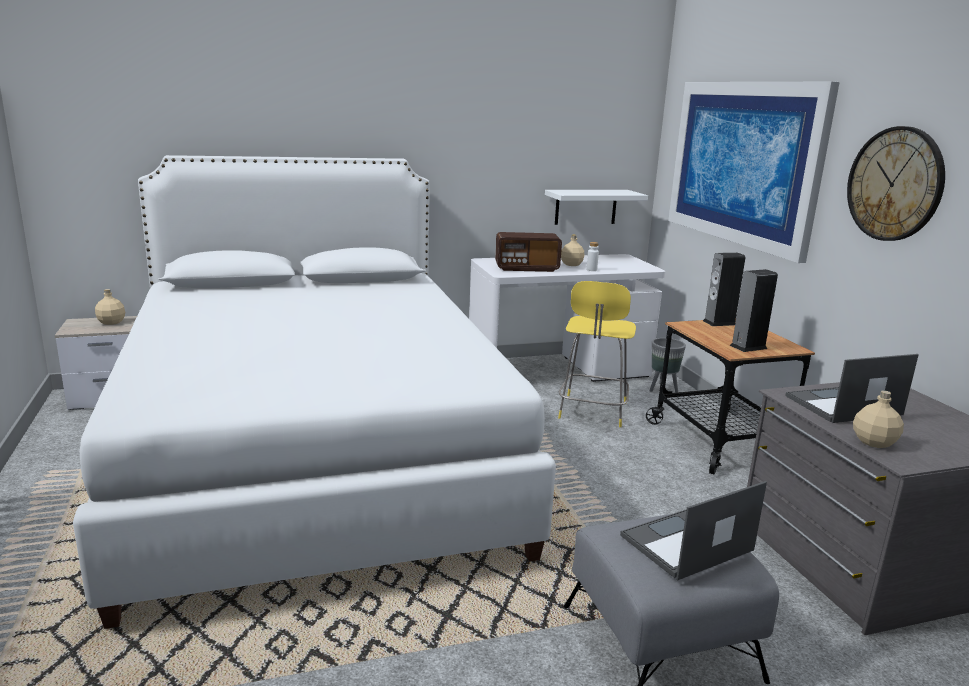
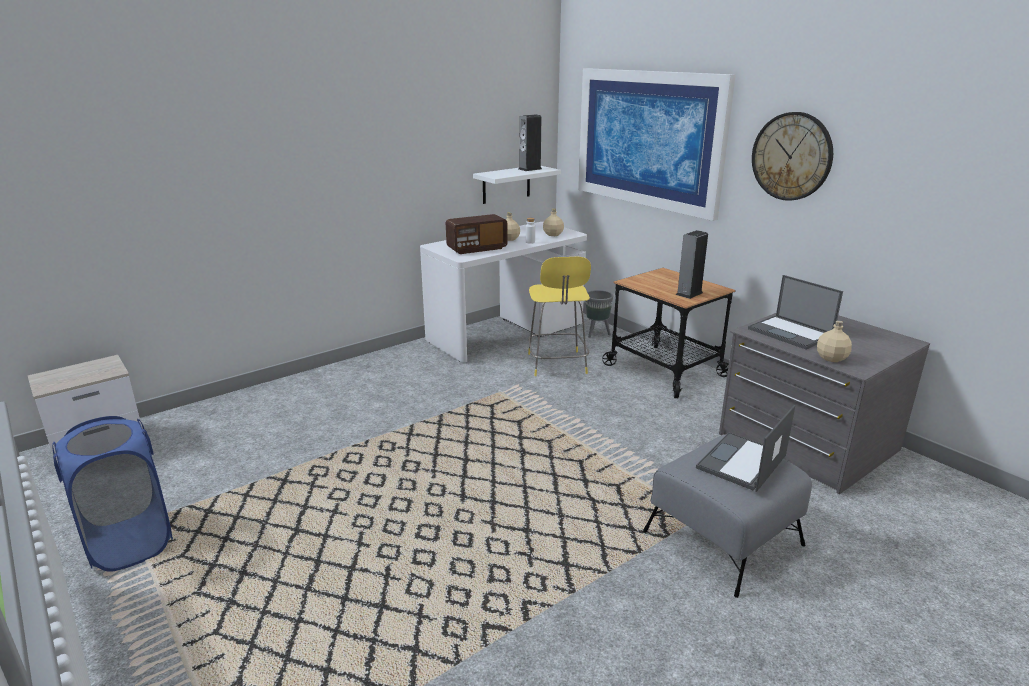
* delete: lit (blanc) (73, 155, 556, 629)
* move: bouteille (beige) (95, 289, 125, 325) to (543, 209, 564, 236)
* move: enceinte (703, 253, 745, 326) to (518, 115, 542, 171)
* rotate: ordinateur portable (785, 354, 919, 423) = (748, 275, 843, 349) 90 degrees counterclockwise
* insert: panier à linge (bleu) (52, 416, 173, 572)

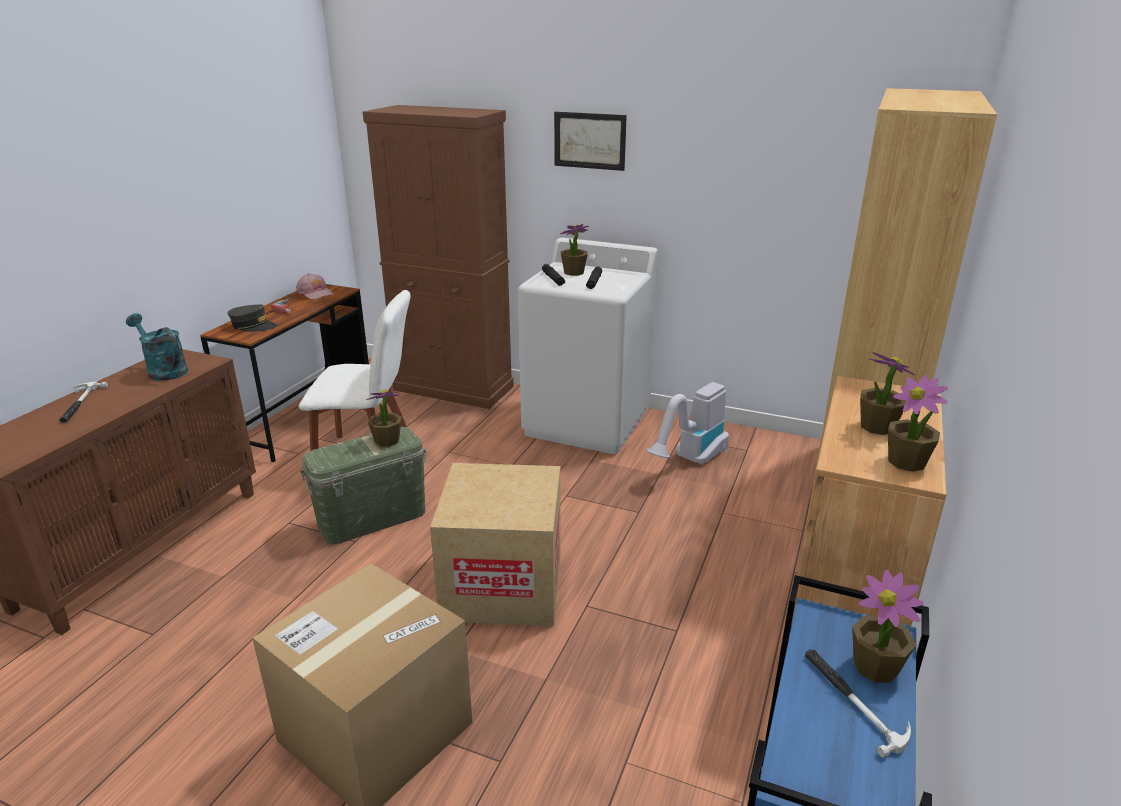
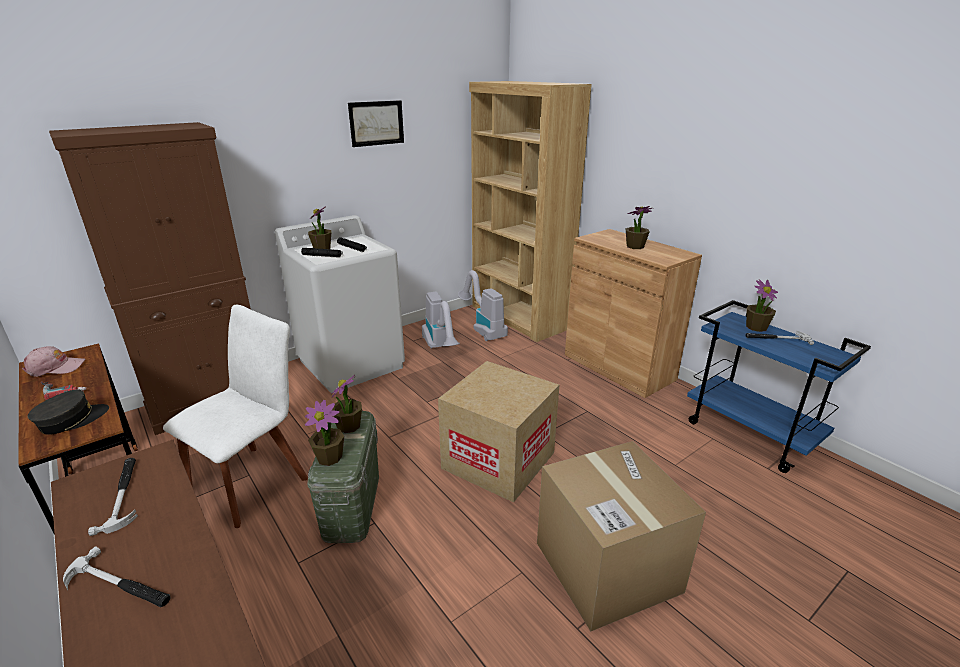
* replace: arrosoir (turquoise) (126, 313, 188, 381) to marteau (88, 458, 138, 536)
* move: tableau (554, 112, 627, 171) to (348, 100, 404, 147)
* move: plante en pot (888, 375, 948, 472) to (305, 400, 344, 466)
* insert: aspirateur (458, 270, 508, 341)

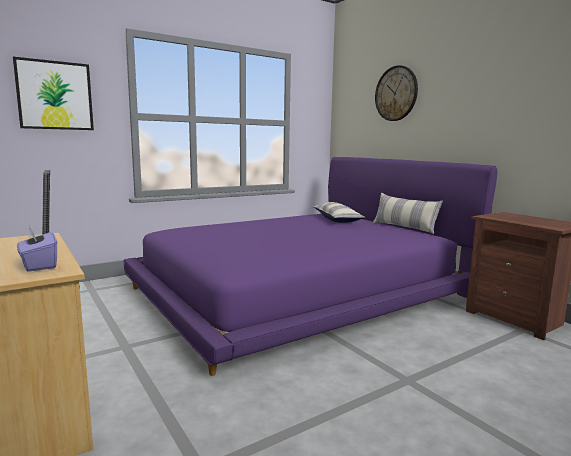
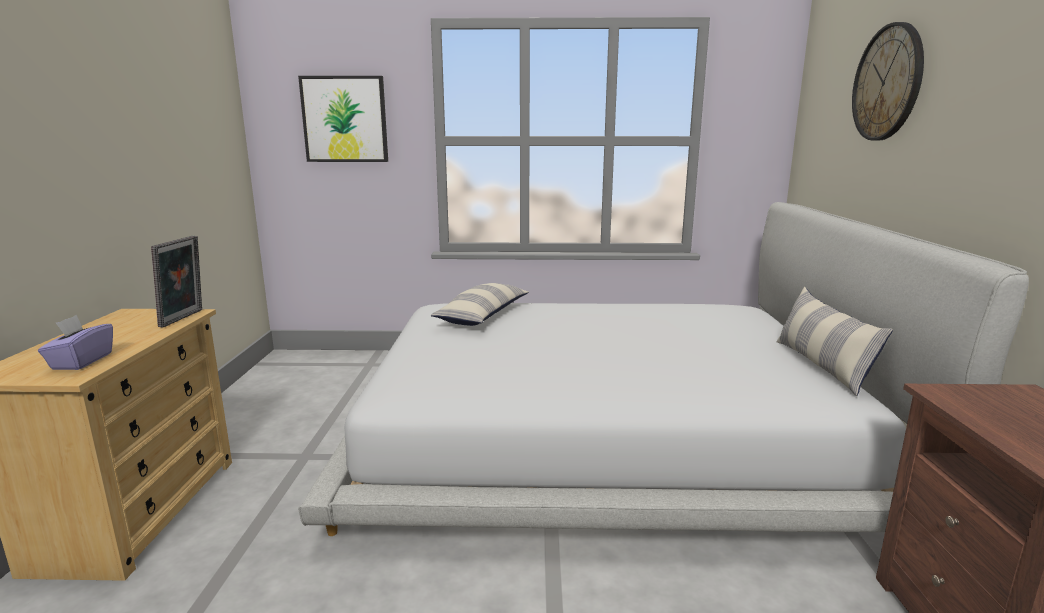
* recolor: lit (violet) (123, 157, 498, 376) to lit (blanc) (298, 202, 1029, 536)
* move: coussin (314, 202, 365, 223) to (431, 283, 529, 326)

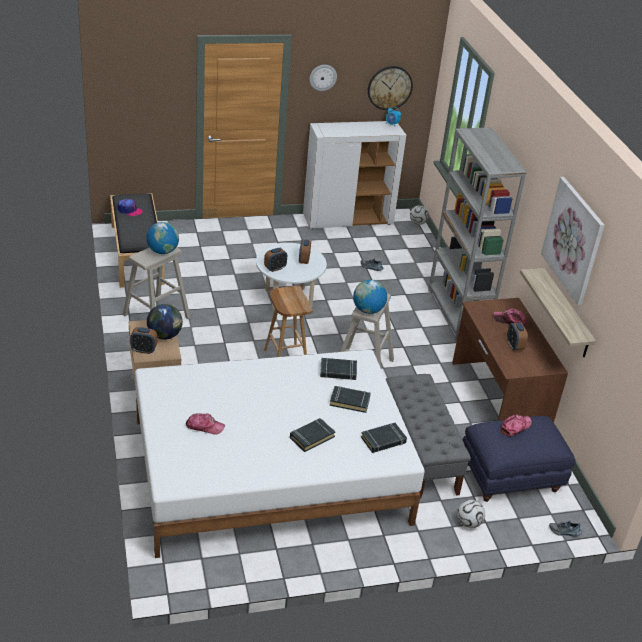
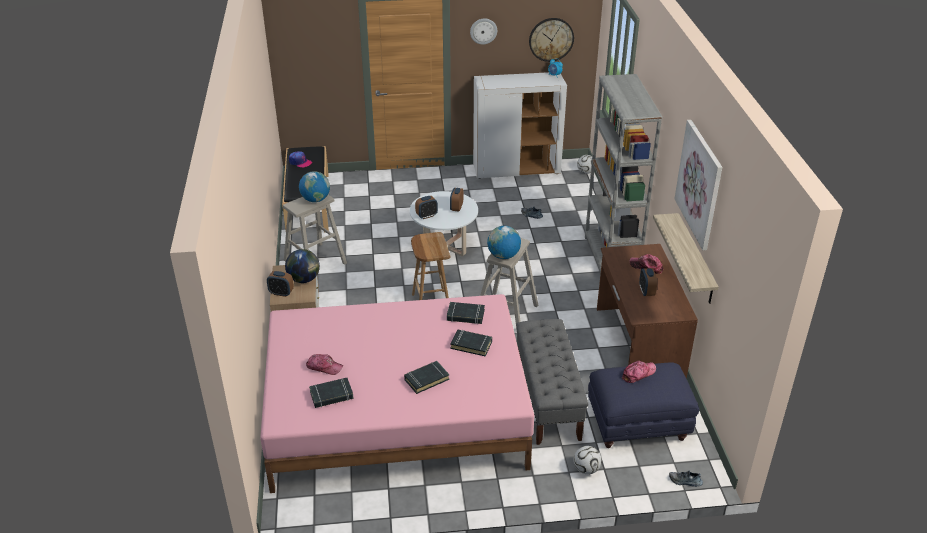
* recolor: lit (blanc) (135, 349, 425, 558) to lit (rose) (260, 294, 534, 493)
* move: livre (noir) (361, 423, 407, 453) to (309, 378, 354, 408)

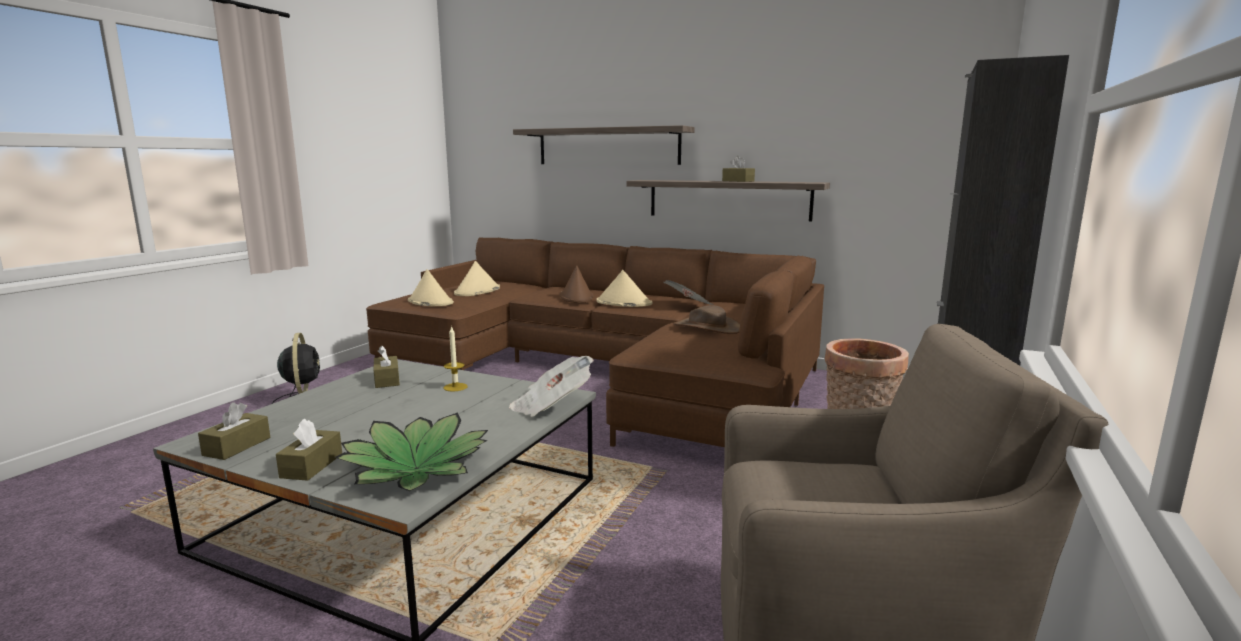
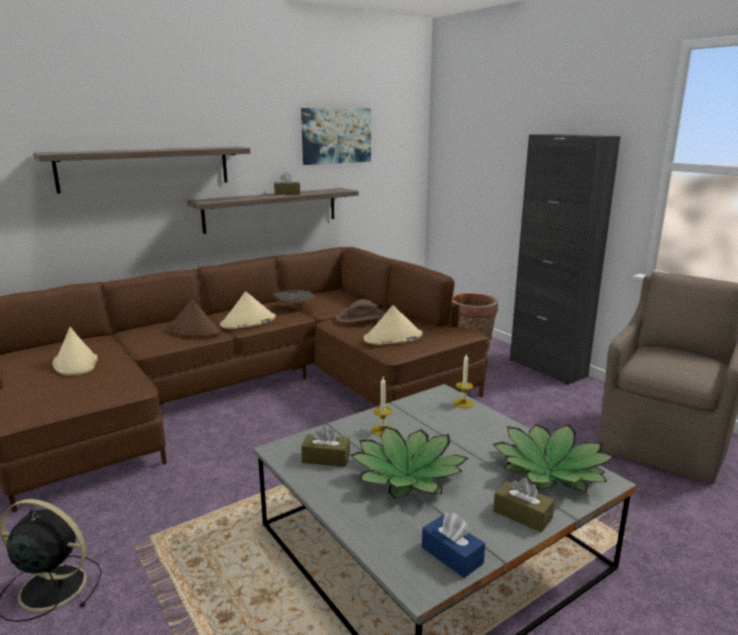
* recolor: boîte à mouchoirs (marron) (198, 403, 270, 460) to boîte à mouchoirs (bleu) (422, 513, 485, 578)
* move: chapeau (beige) (408, 269, 454, 306) to (364, 305, 423, 345)
* replace: journal (509, 356, 594, 417) to bougie (453, 353, 474, 408)
* insert: tableau (301, 108, 371, 165)
* insert: plante en pot (350, 426, 468, 499)

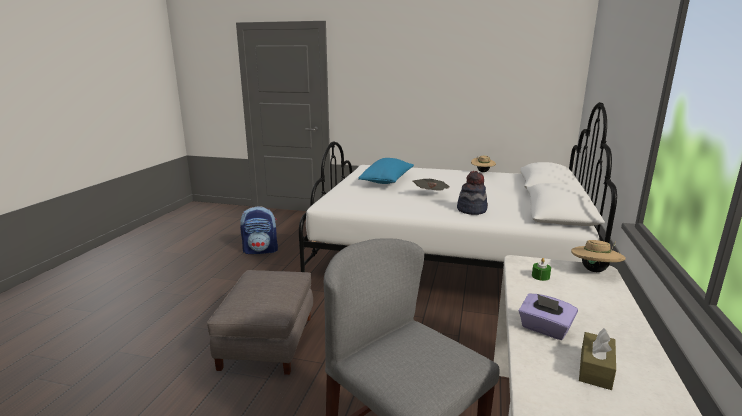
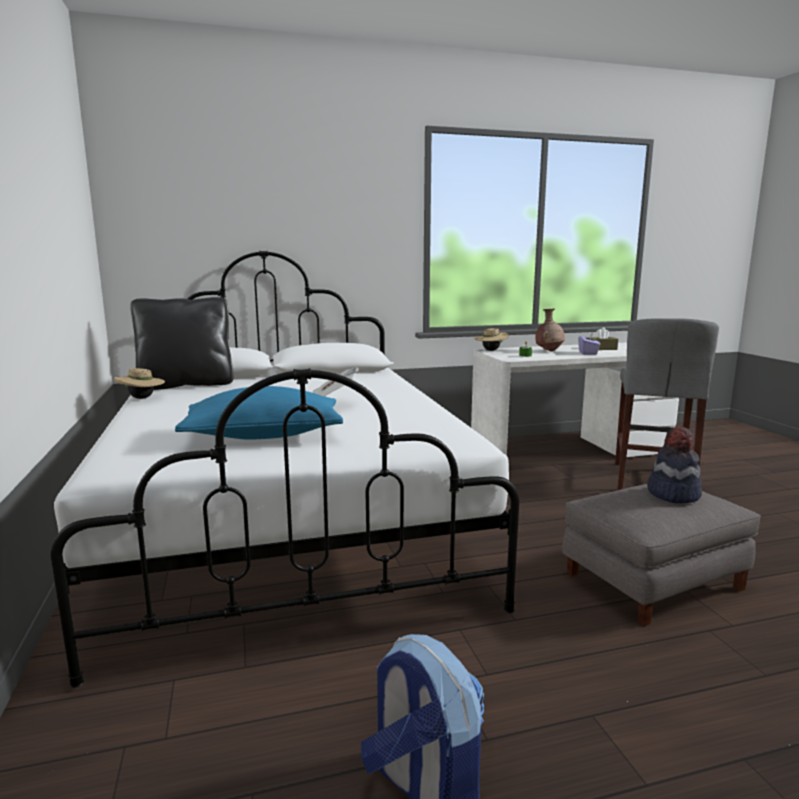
* move: chapeau (457, 171, 488, 215) to (647, 426, 702, 504)
* insert: coussin (noir) (130, 297, 234, 390)
* insert: vase (marron) (535, 309, 565, 351)

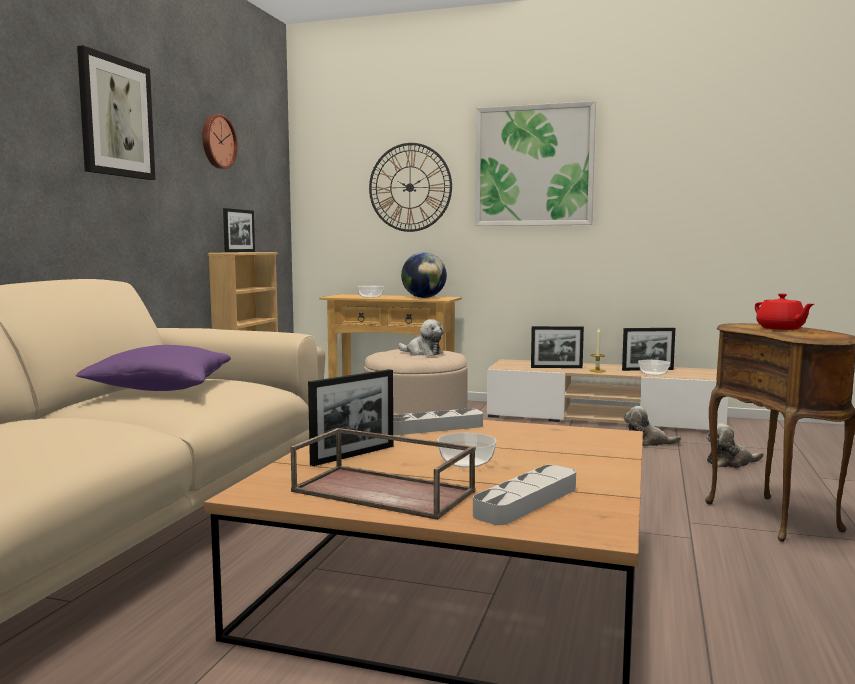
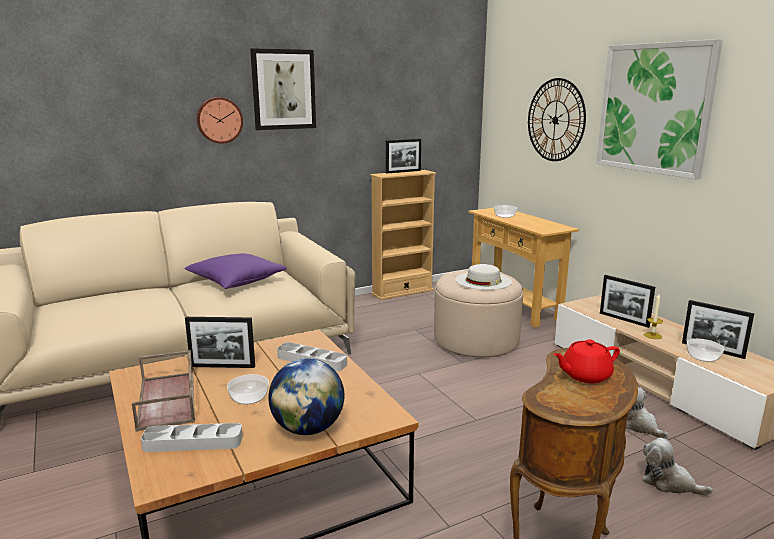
* move: horloge murale (202, 114, 238, 169) to (196, 97, 243, 144)
* replace: peluche (398, 319, 444, 356) to chapeau (blanc) (455, 264, 512, 290)
* move: globe (401, 252, 447, 298) to (268, 358, 344, 435)
* rotate: théière (rouge) (755, 293, 814, 330) = (553, 339, 620, 383) 45 degrees clockwise

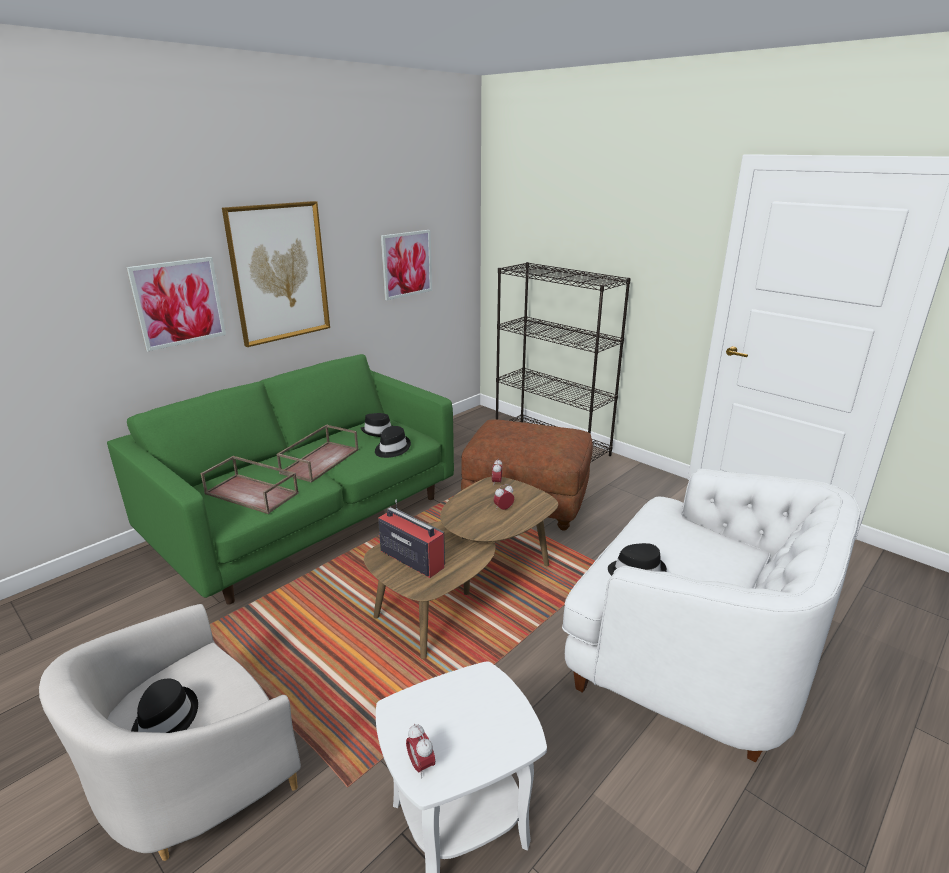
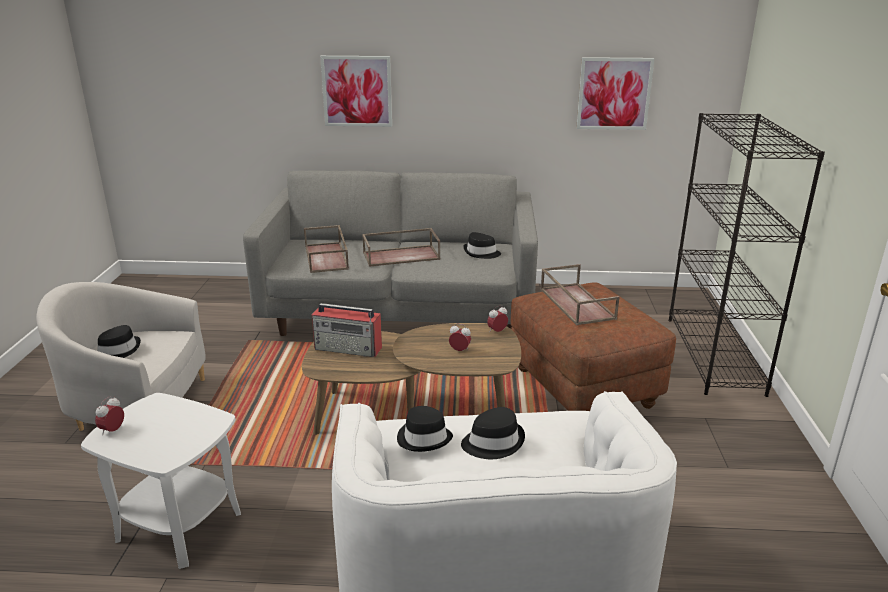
* recolor: canapé (vert) (107, 354, 454, 605) to canapé (gris) (243, 170, 538, 336)
* delete: tableau (222, 201, 330, 347)
* move: chapeau (noir) (375, 426, 411, 458) to (461, 407, 525, 459)
* rotate: radio (378, 500, 445, 578) = (312, 303, 382, 357) 105 degrees clockwise
* insert: plateau (marron) (541, 264, 619, 325)

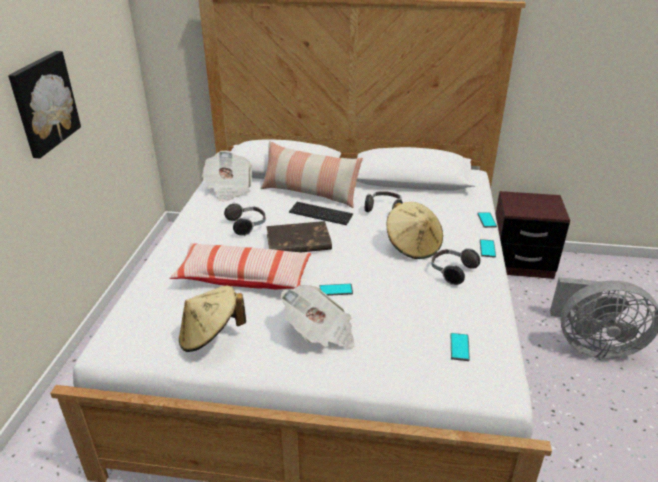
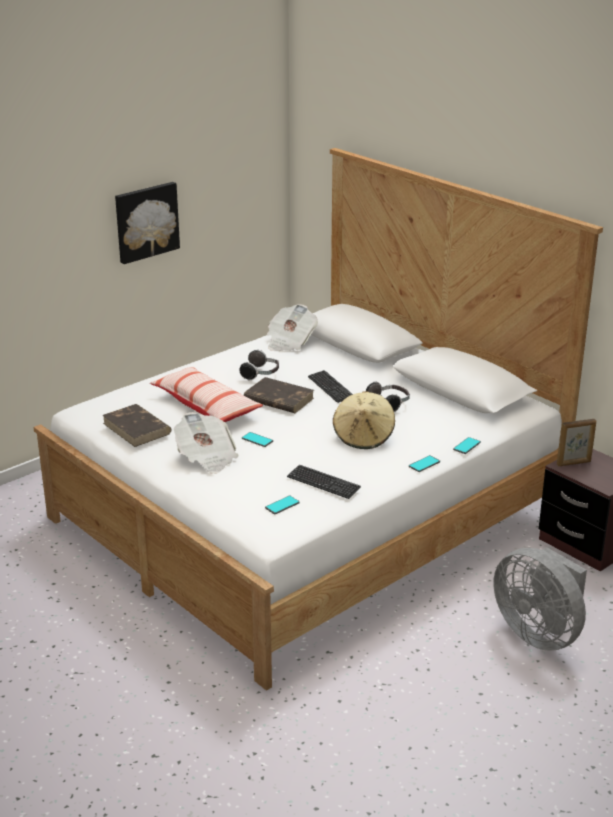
* replace: chapeau (beige) (179, 286, 246, 352) to livre (marron) (102, 404, 172, 447)
* delete: coussin (260, 141, 363, 208)
* delete: casque audio (431, 248, 480, 285)
* insert: clavier (287, 465, 361, 499)
* insert: cadre photo (557, 419, 596, 466)

